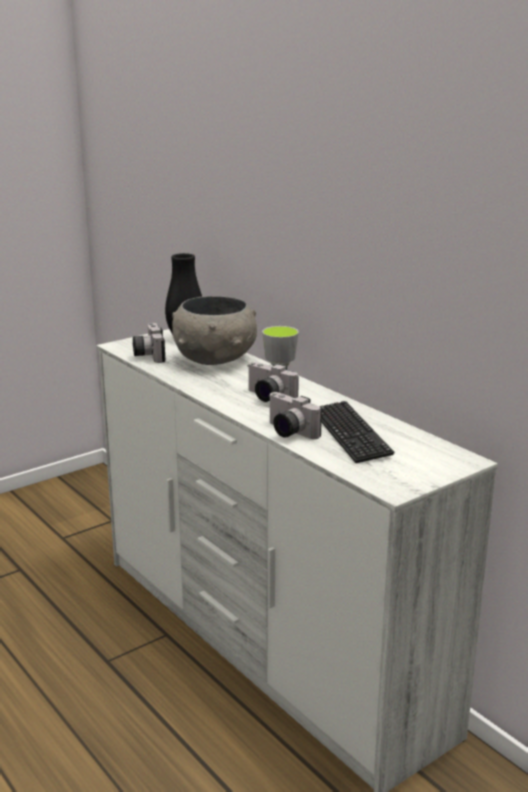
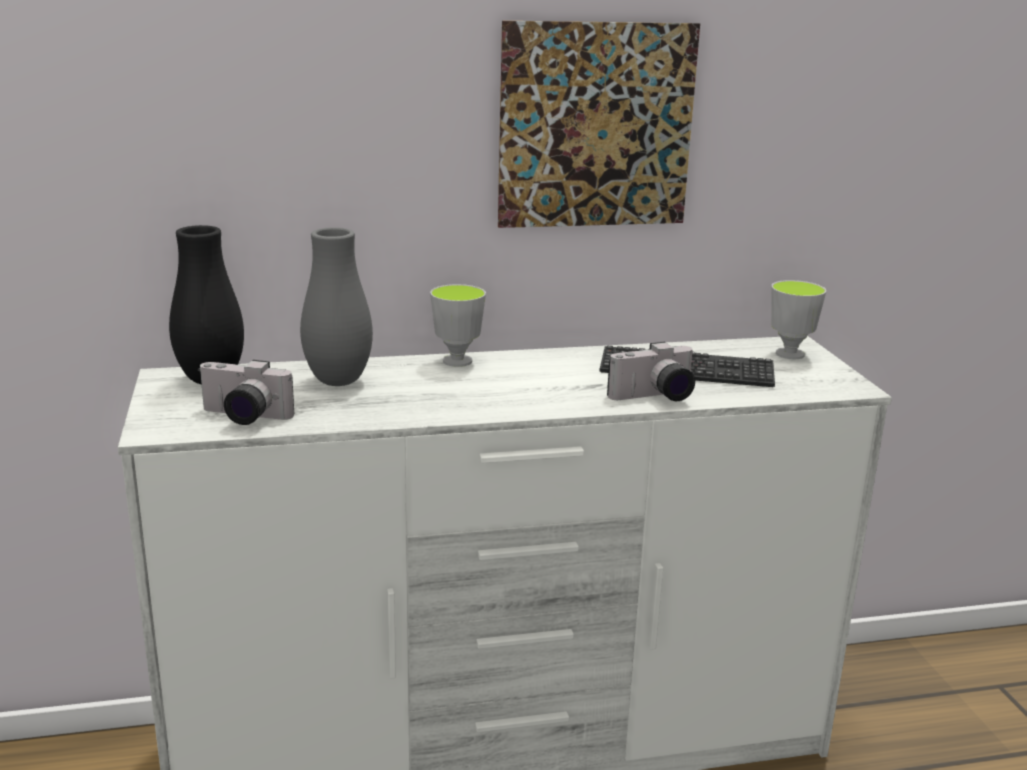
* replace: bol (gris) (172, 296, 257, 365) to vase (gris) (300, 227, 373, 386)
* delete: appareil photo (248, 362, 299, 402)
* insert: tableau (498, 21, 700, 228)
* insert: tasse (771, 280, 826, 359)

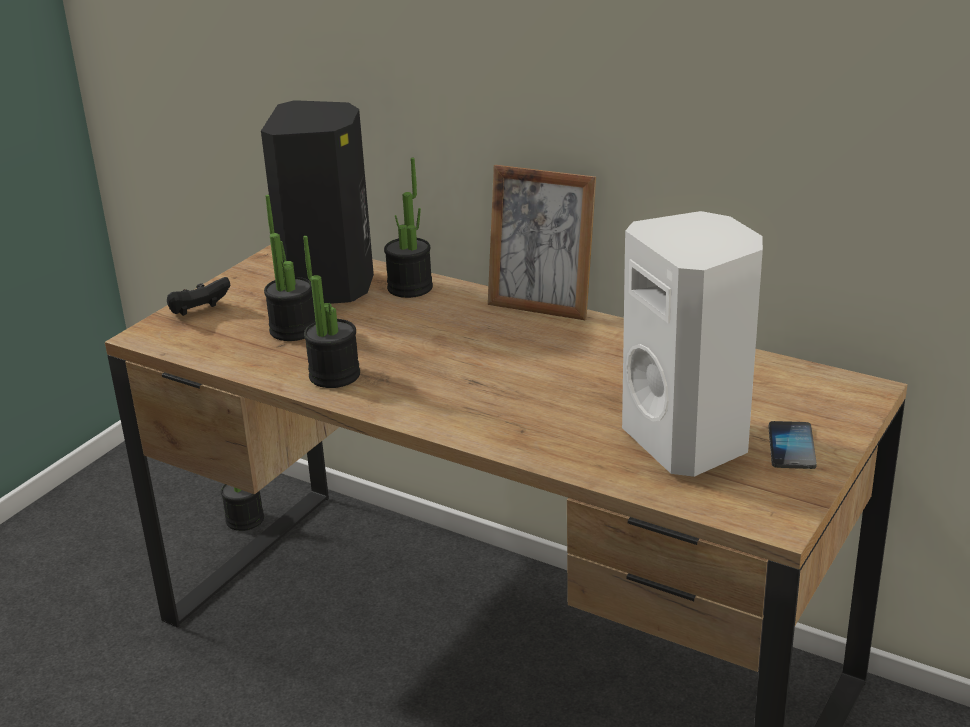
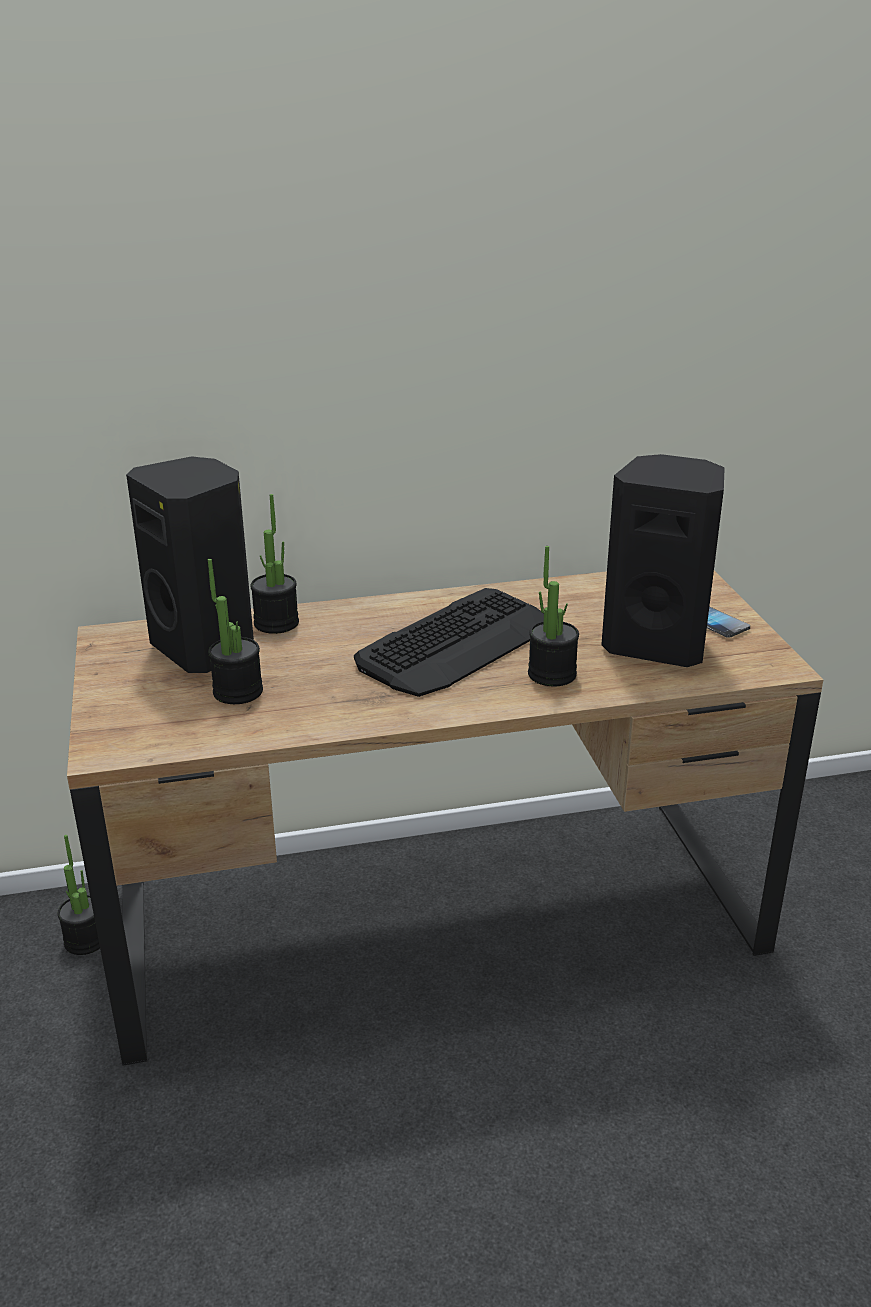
* delete: manette (noir) (167, 277, 230, 316)
* move: plante en pot (303, 236, 360, 388) to (528, 546, 579, 686)
* delete: cadre photo (488, 165, 596, 320)
* recolor: enceinte (blanc) (622, 211, 763, 477) to enceinte (noir) (601, 454, 725, 667)
* insert: clavier (354, 588, 544, 697)

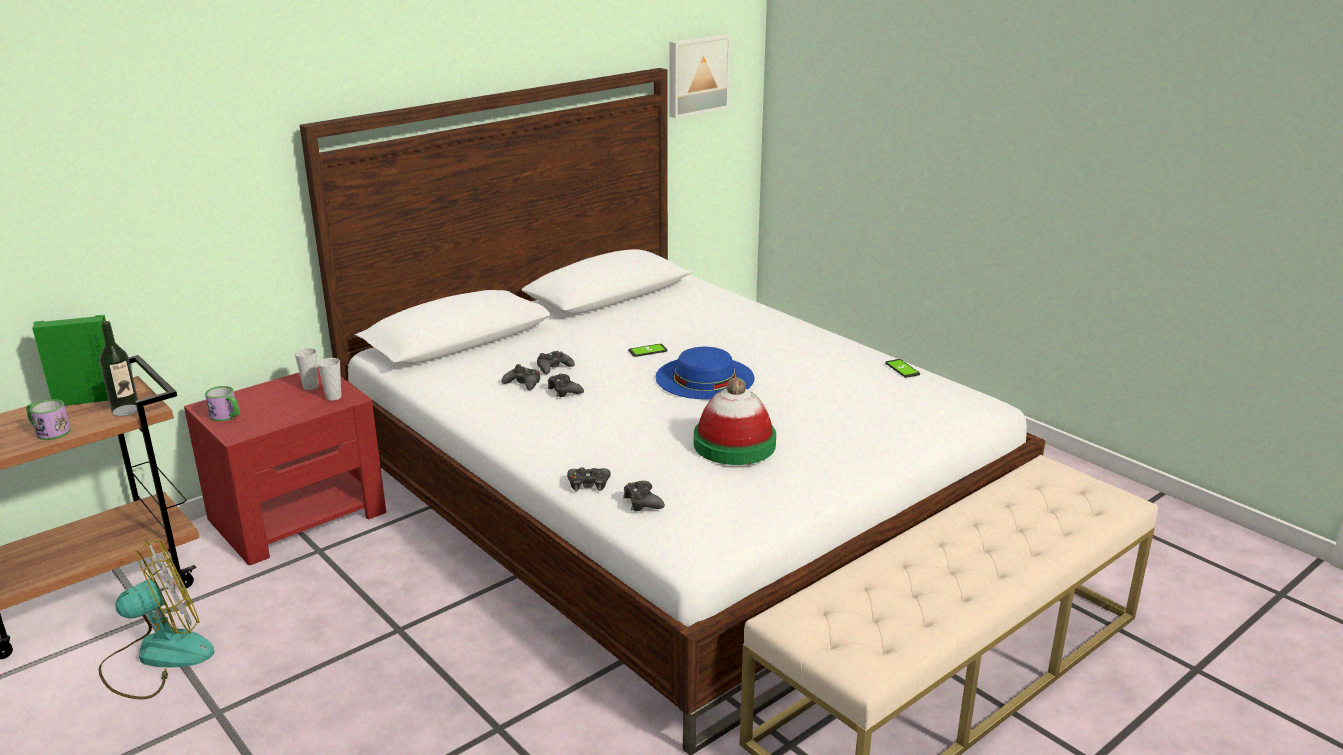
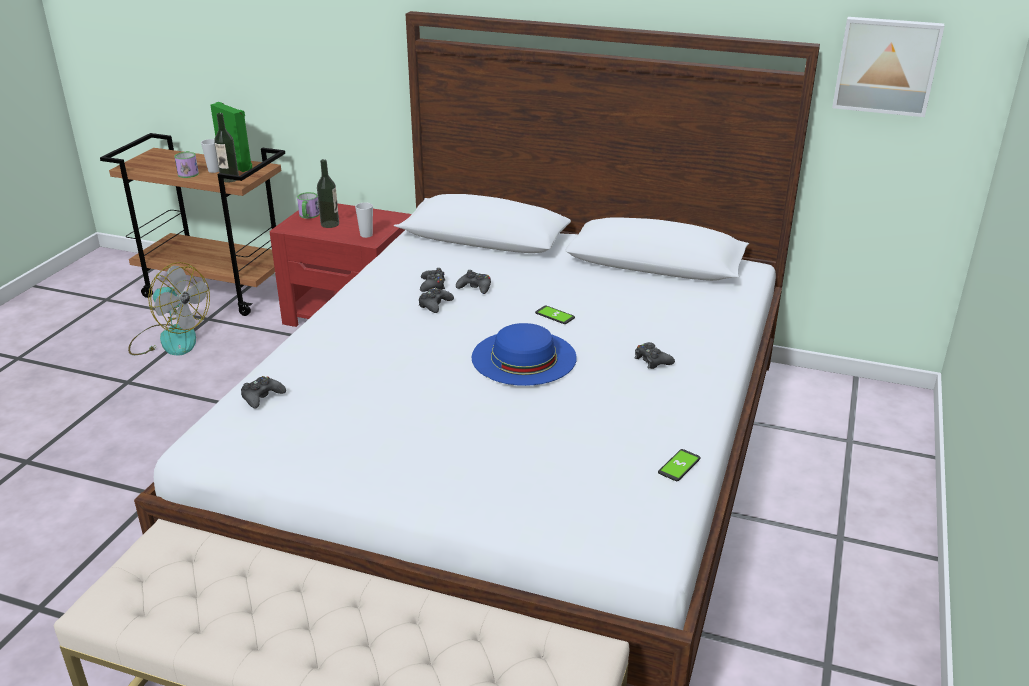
* move: tasse (295, 348, 318, 390) to (201, 139, 219, 173)
* move: manette (noir) (567, 467, 611, 491) to (635, 342, 675, 369)
* delete: chapeau (694, 377, 776, 465)
* insert: bouteille (317, 159, 339, 228)

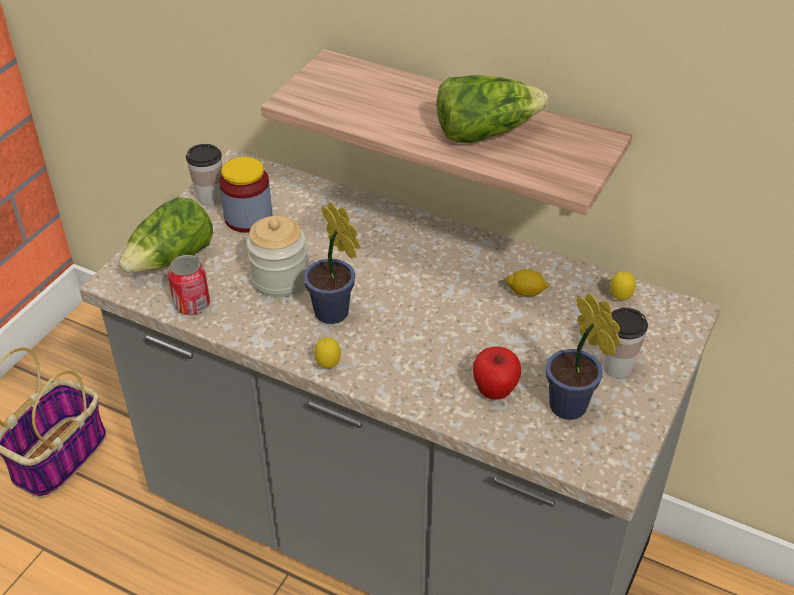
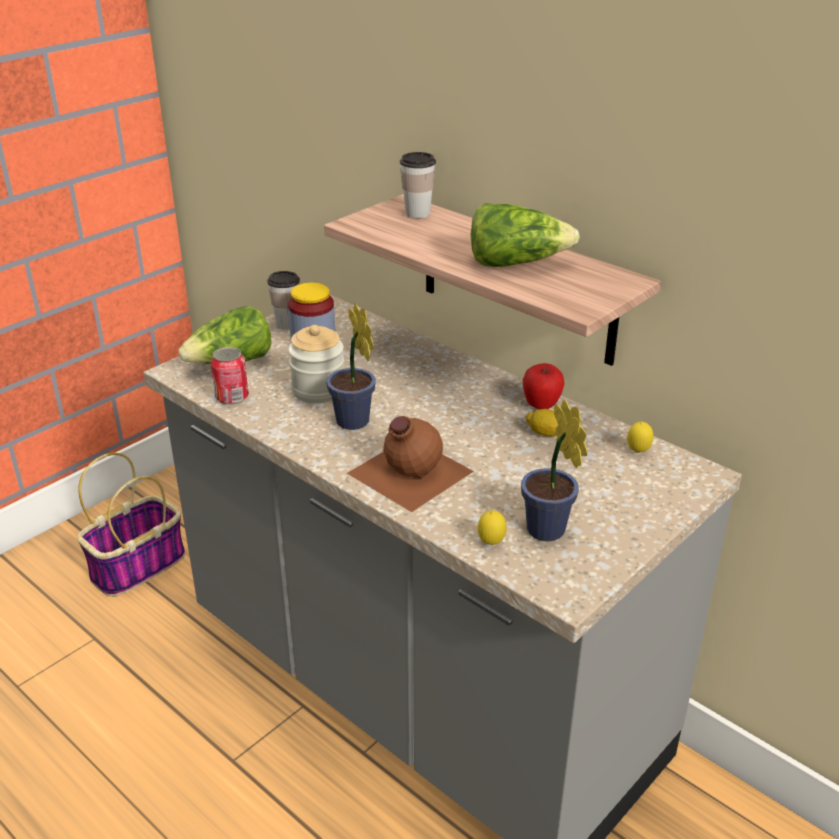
* move: citron (314, 337, 341, 368) to (478, 510, 507, 545)
* move: pomme (473, 346, 521, 399) to (523, 363, 565, 410)
* move: tasse (603, 308, 648, 379) to (400, 152, 436, 218)
* insert: bouteille (marron) (347, 416, 474, 512)

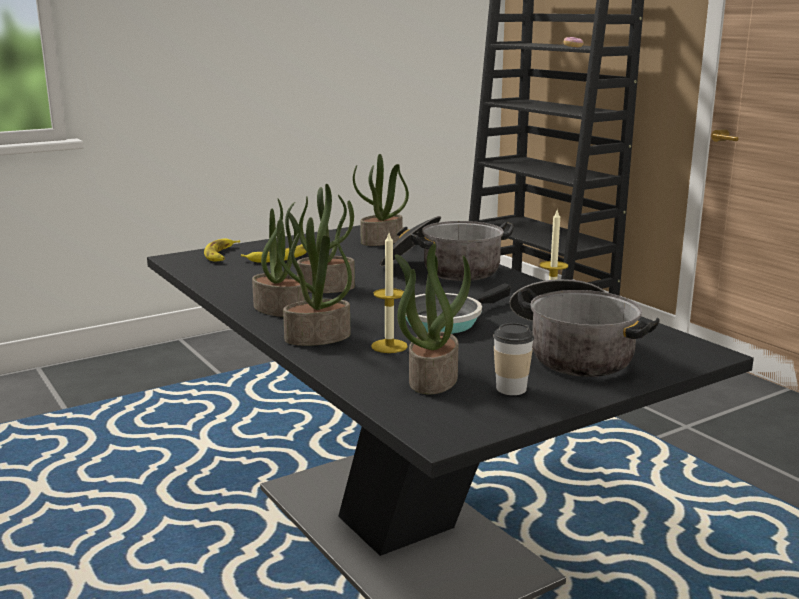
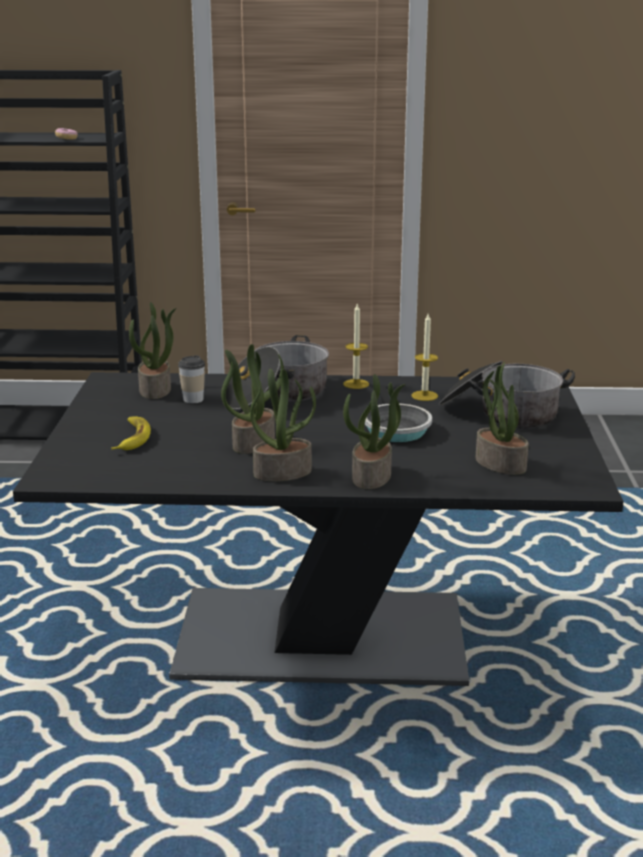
* delete: banane (204, 238, 240, 261)
* move: bougie (371, 233, 408, 353) to (343, 304, 369, 389)
* move: tasse (493, 323, 534, 395) to (178, 355, 205, 403)

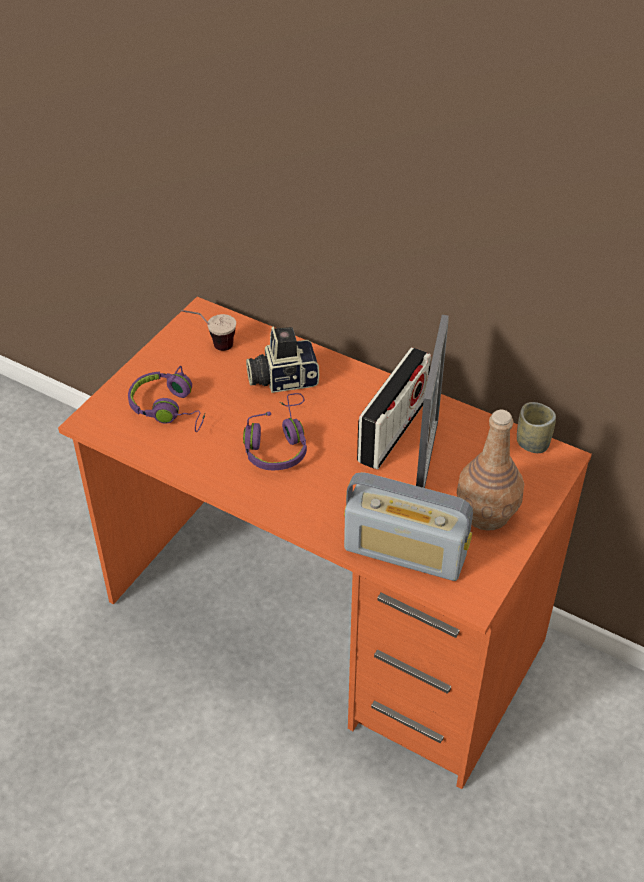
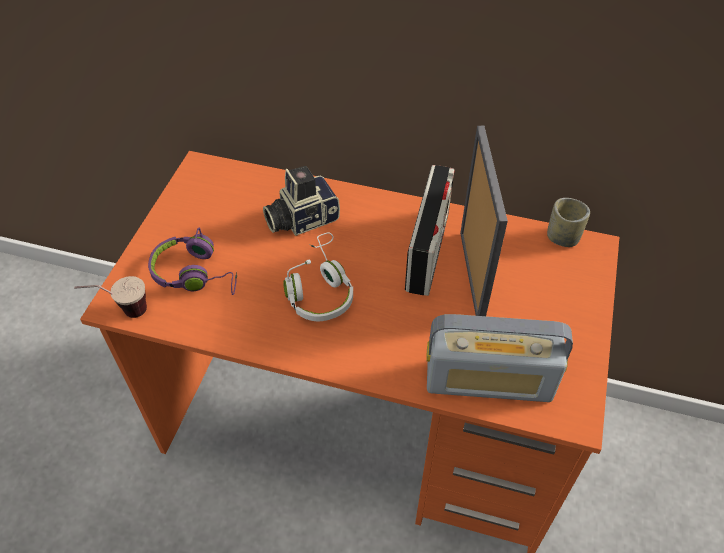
* move: tasse (182, 310, 236, 351) to (74, 276, 147, 318)
* recolor: casque audio (violet) (243, 393, 307, 470) to casque audio (blanc) (283, 232, 353, 321)
* delete: bouteille (marron) (457, 410, 524, 531)

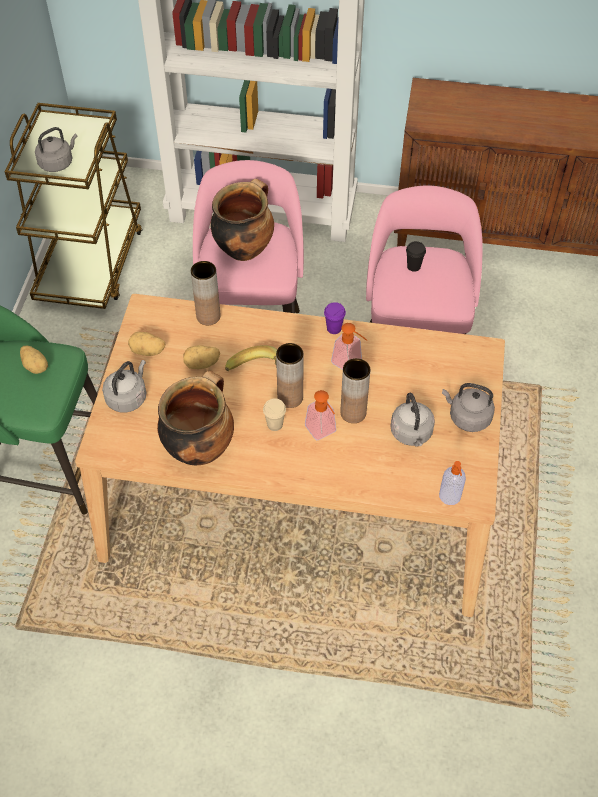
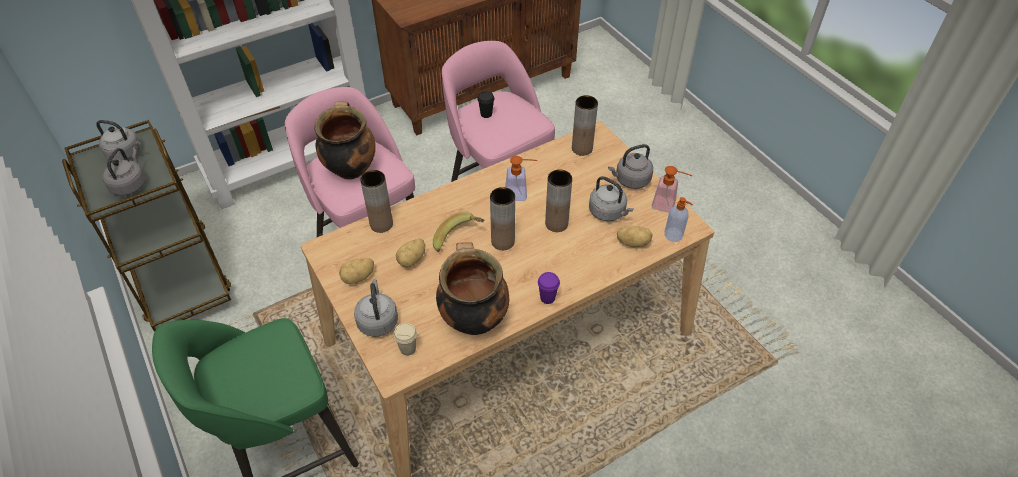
* move: pomme de terre (20, 346, 48, 374) to (617, 226, 652, 247)
* move: tasse (beige) (263, 398, 286, 431) to (393, 323, 417, 356)
* move: distributeur de savon (305, 390, 336, 440) to (651, 166, 693, 213)
* move: tasse (violet) (324, 302, 346, 334) to (538, 272, 560, 304)
* insert: bouilloire (gris) (96, 120, 141, 161)
* insert: vase (marron) (572, 95, 598, 156)

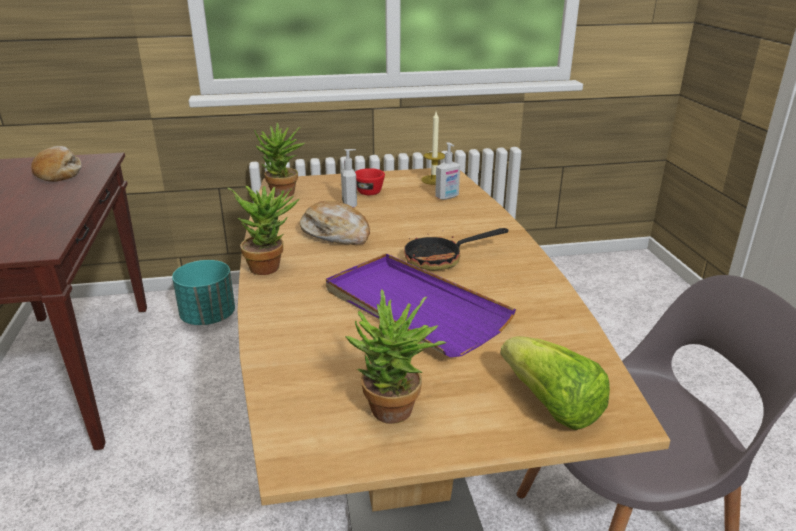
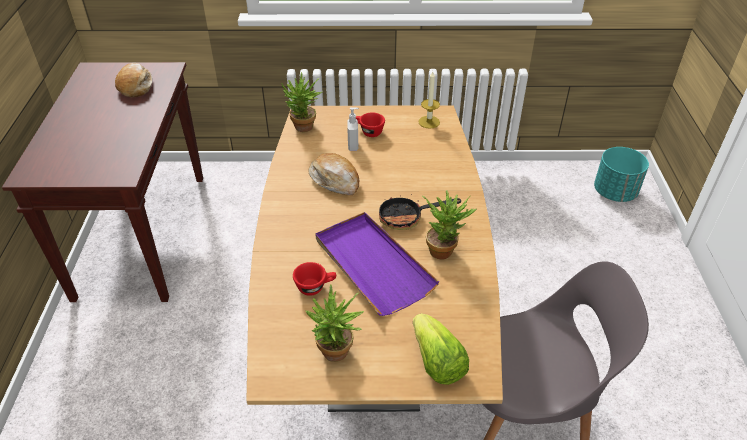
* move: cache-pot (turquoise) (172, 260, 235, 325) to (594, 147, 649, 202)
* move: plante en pot (227, 186, 299, 275) to (422, 190, 476, 259)
* delete: distributeur de savon (435, 142, 460, 200)
* insert: tasse (rouge) (293, 262, 336, 296)

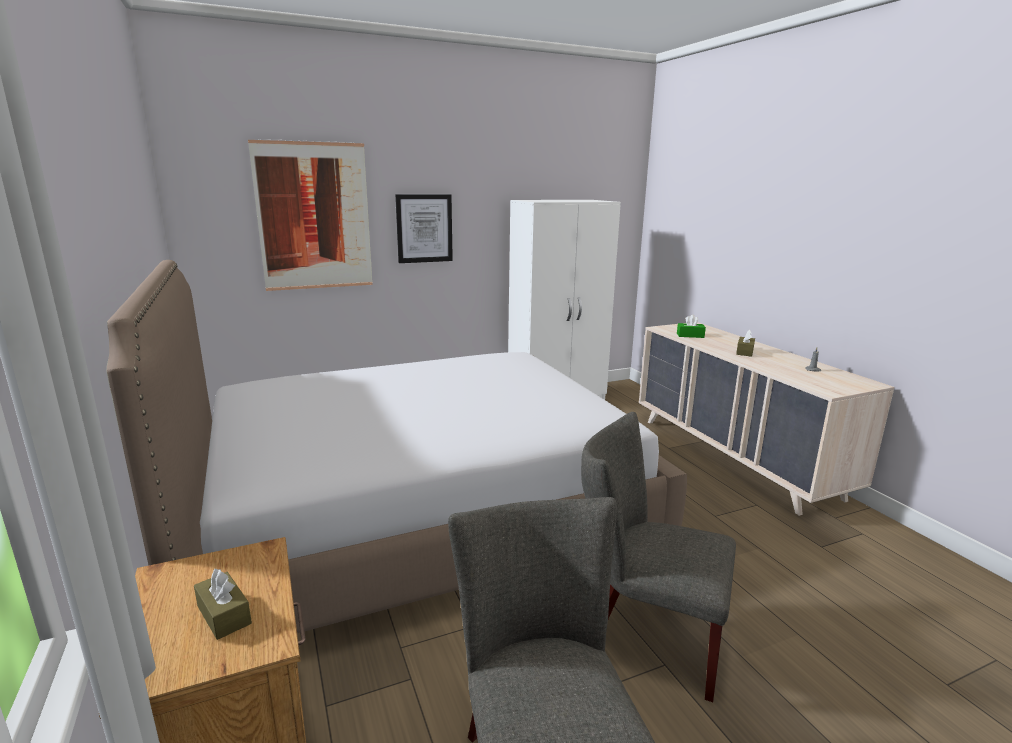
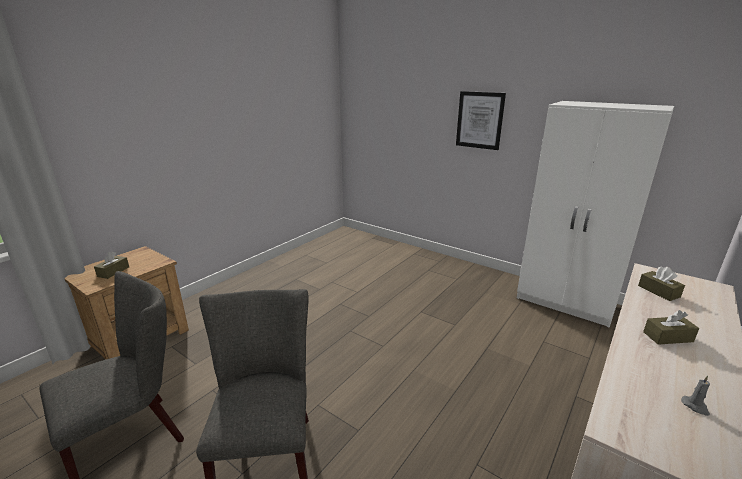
* delete: lit (106, 260, 687, 633)
* delete: tableau (248, 139, 373, 291)
* recolor: boîte à mouchoirs (vert) (677, 315, 706, 338) to boîte à mouchoirs (marron) (638, 267, 685, 301)

